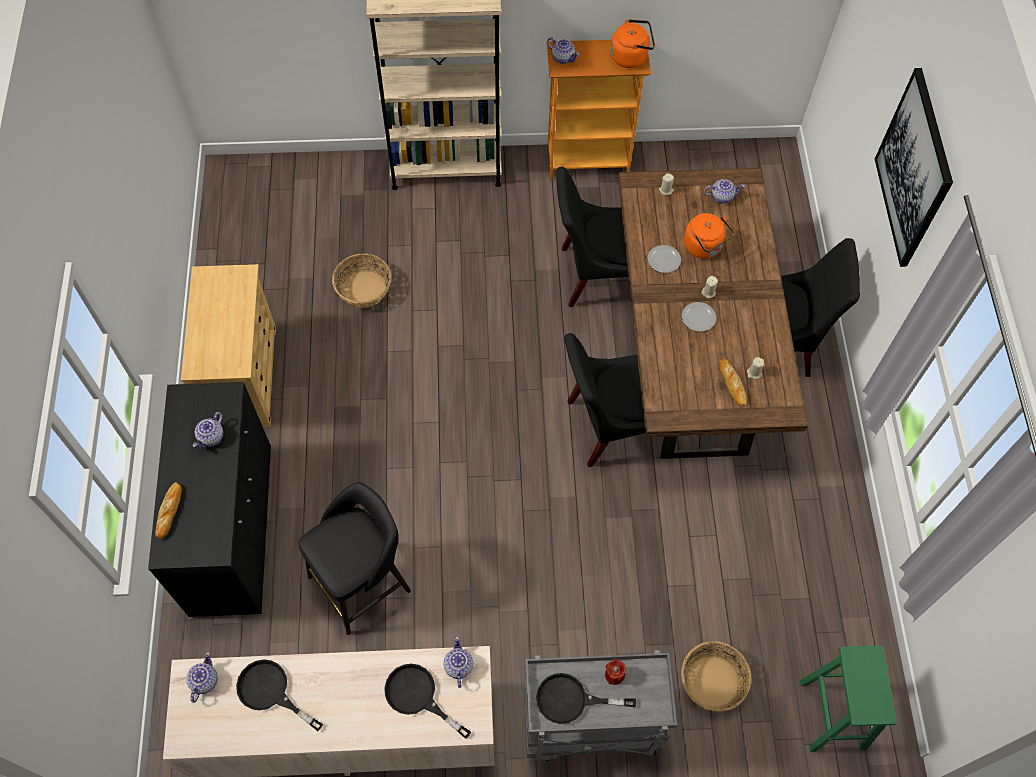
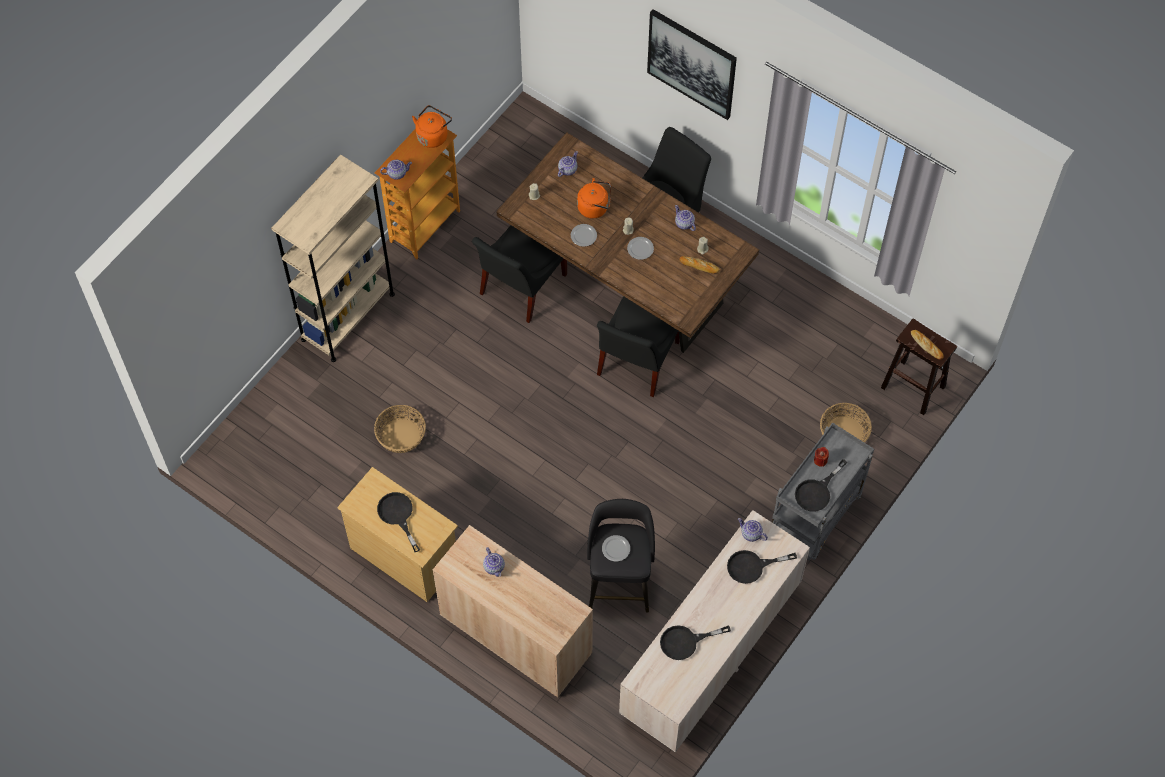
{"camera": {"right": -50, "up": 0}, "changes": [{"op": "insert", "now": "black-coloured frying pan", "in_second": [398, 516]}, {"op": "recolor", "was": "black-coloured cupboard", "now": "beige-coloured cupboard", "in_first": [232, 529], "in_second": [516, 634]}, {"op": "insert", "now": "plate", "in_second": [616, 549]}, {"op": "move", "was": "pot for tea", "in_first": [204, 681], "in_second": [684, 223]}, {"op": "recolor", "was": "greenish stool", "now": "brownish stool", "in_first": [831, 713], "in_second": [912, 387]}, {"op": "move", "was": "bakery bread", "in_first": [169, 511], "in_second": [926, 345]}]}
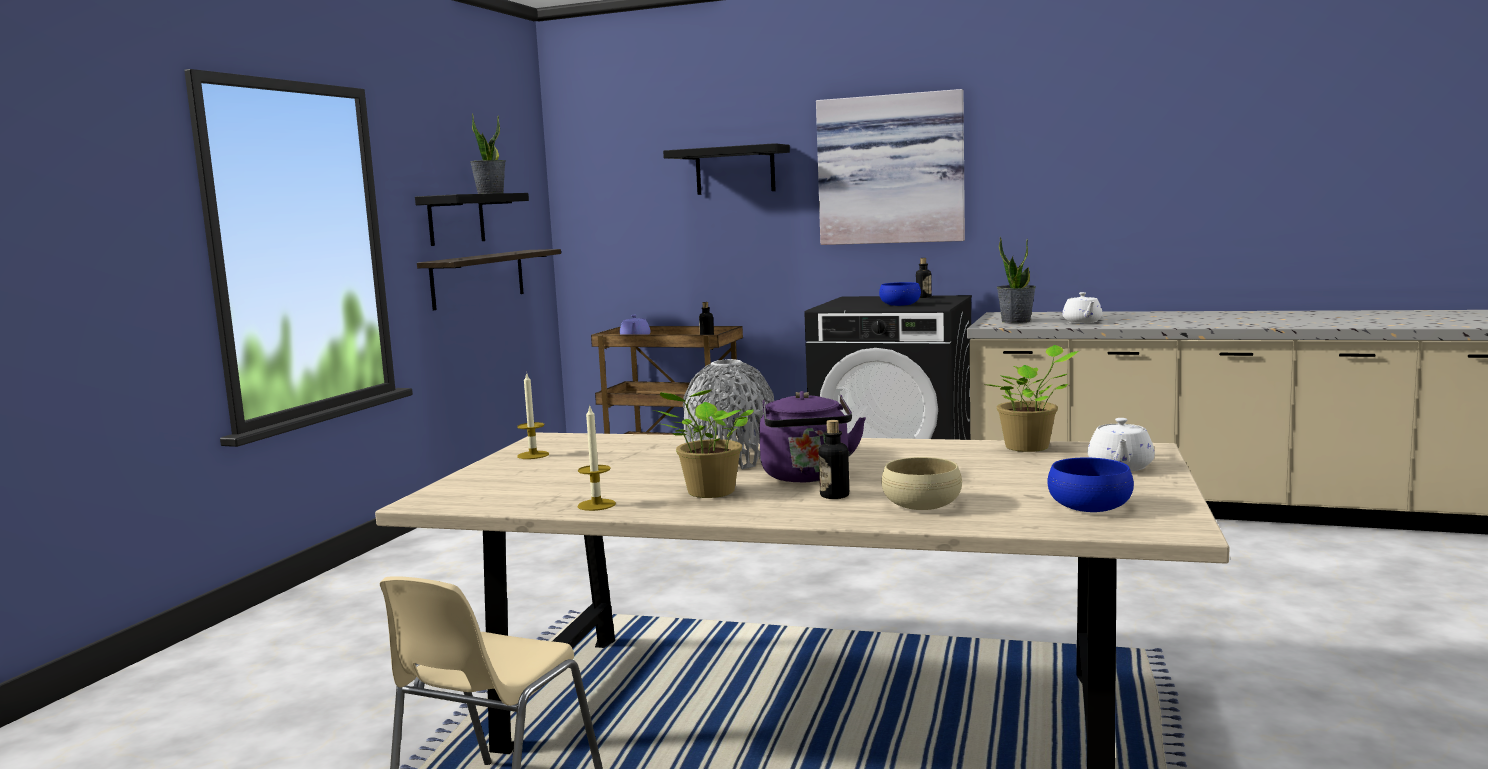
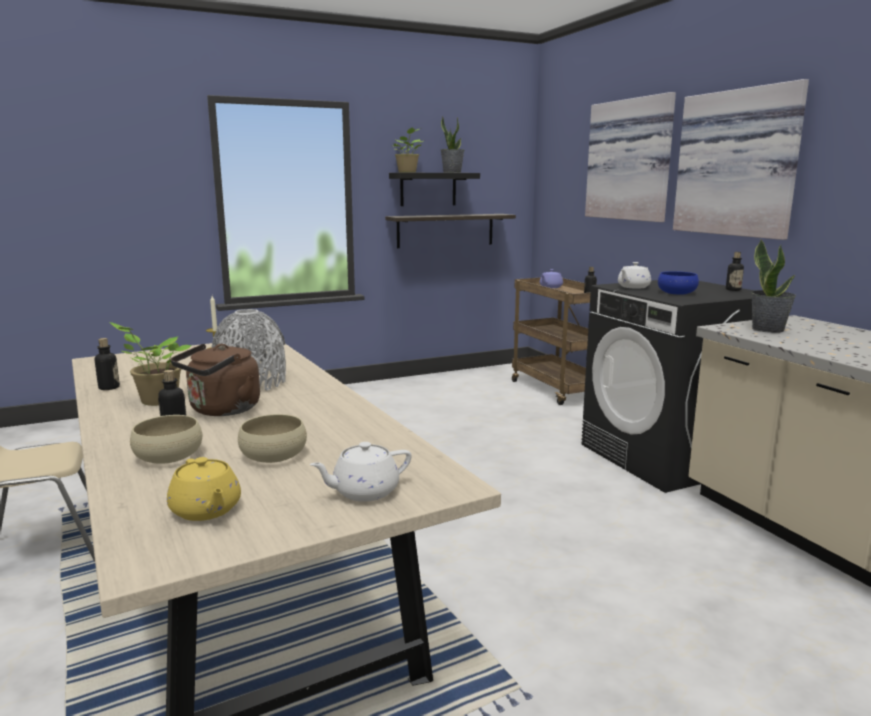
{"camera": {"right": 45, "up": 5}, "changes": [{"op": "replace", "was": "wax light", "now": "bottle", "in_first": [596, 505], "in_second": [109, 387]}, {"op": "replace", "was": "bluish serving bowl", "now": "yellow-coloured pot for tea", "in_first": [1089, 506], "in_second": [206, 510]}, {"op": "recolor", "was": "purple tea kettle", "now": "brownish tea kettle", "in_first": [807, 477], "in_second": [221, 410]}, {"op": "insert", "now": "beige-coloured serving bowl", "in_second": [274, 455]}, {"op": "move", "was": "potted plant", "in_first": [1030, 447], "in_second": [407, 172]}, {"op": "replace", "was": "black-coloured bracket shelf", "now": "picture", "in_first": [735, 170], "in_second": [631, 160]}, {"op": "move", "was": "white-coloured pot for tea", "in_first": [1082, 322], "in_second": [633, 287]}]}
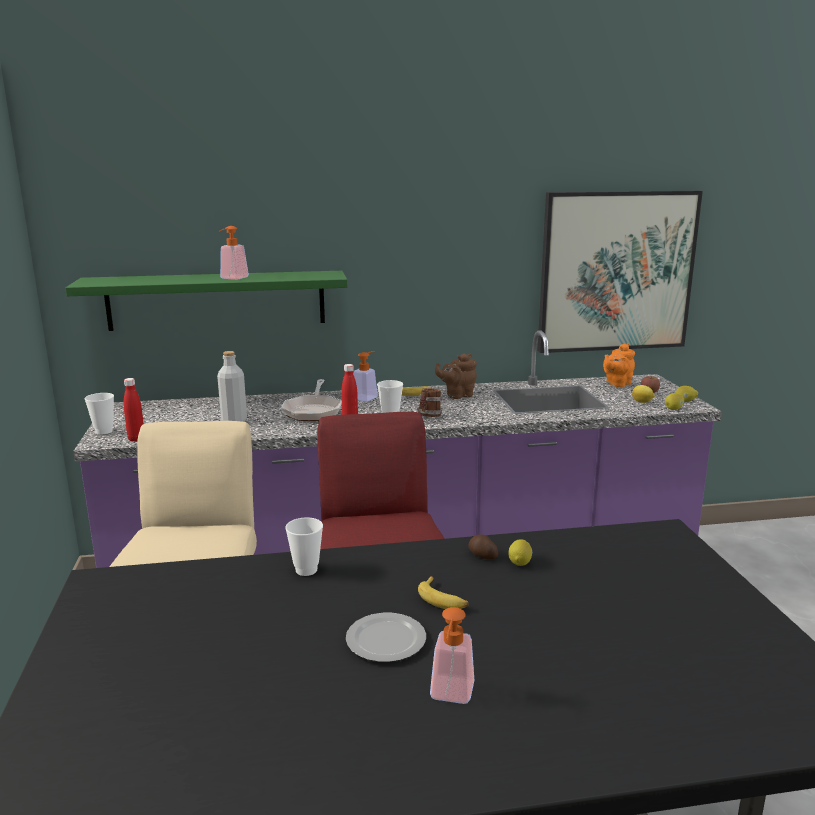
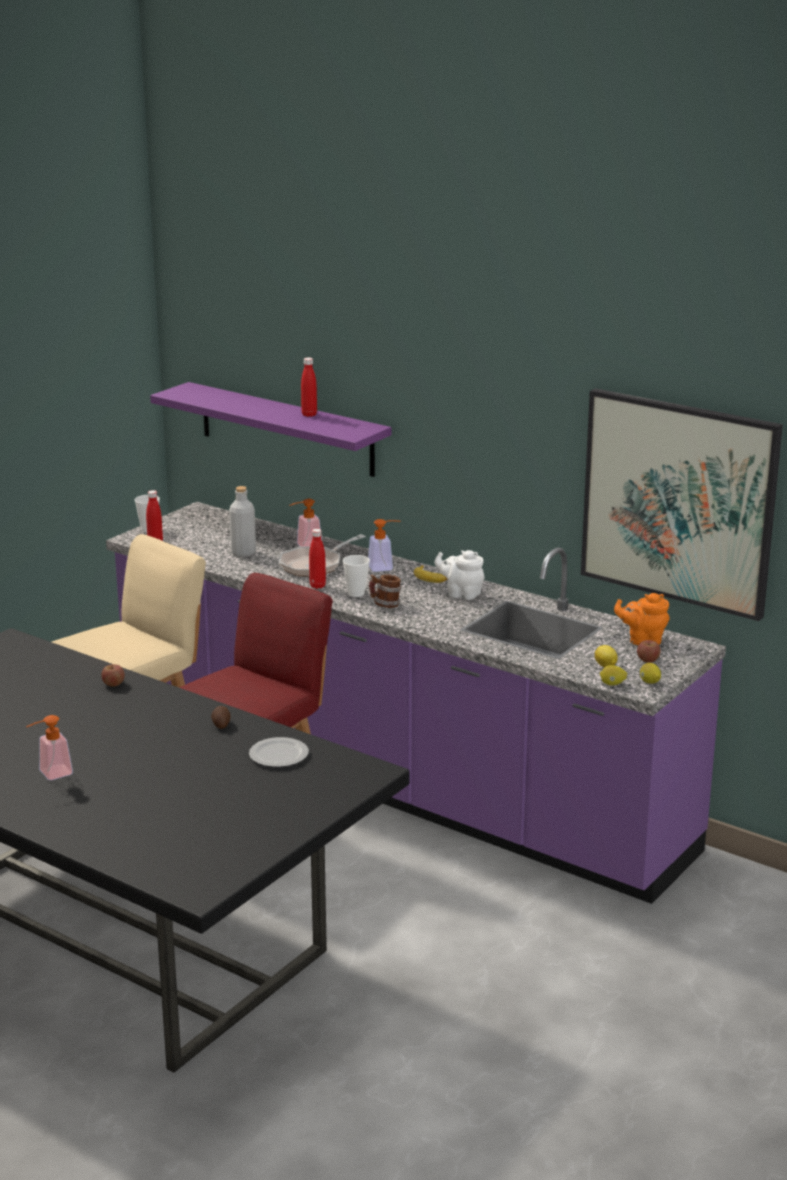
{"camera": {"right": 45, "up": 5}, "changes": [{"op": "replace", "was": "cup", "now": "apple fruit", "in_first": [306, 570], "in_second": [113, 684]}, {"op": "recolor", "was": "greenish bracket shelf", "now": "purple bracket shelf", "in_first": [217, 300], "in_second": [286, 429]}, {"op": "move", "was": "plate", "in_first": [386, 641], "in_second": [278, 755]}, {"op": "move", "was": "soap dispenser", "in_first": [231, 278], "in_second": [305, 547]}, {"op": "insert", "now": "reddish bottle", "in_second": [309, 415]}, {"op": "recolor", "was": "brownish pot for tea", "now": "white-coloured pot for tea", "in_first": [457, 395], "in_second": [461, 594]}, {"op": "delete", "was": "banana", "in_first": [443, 600]}, {"op": "delete", "was": "citrus fruit", "in_first": [520, 562]}]}
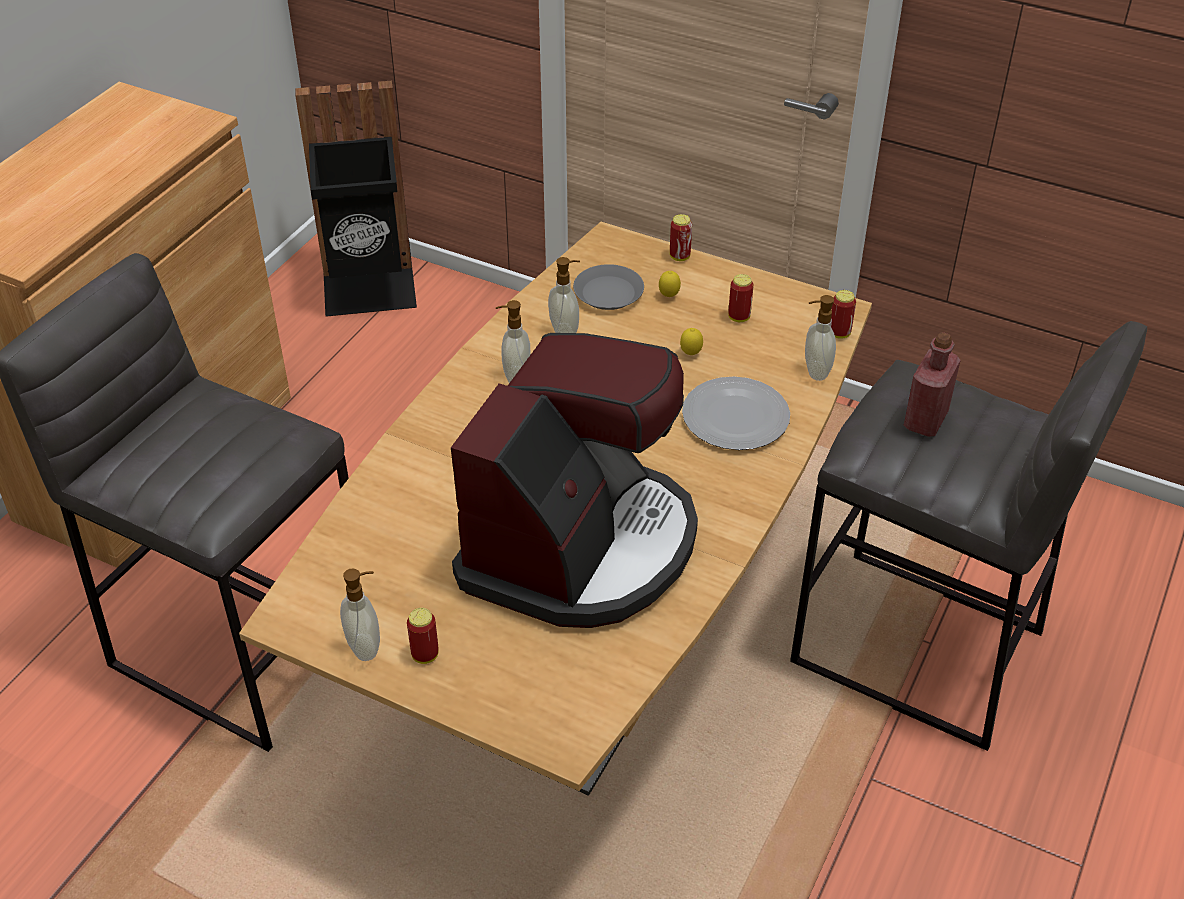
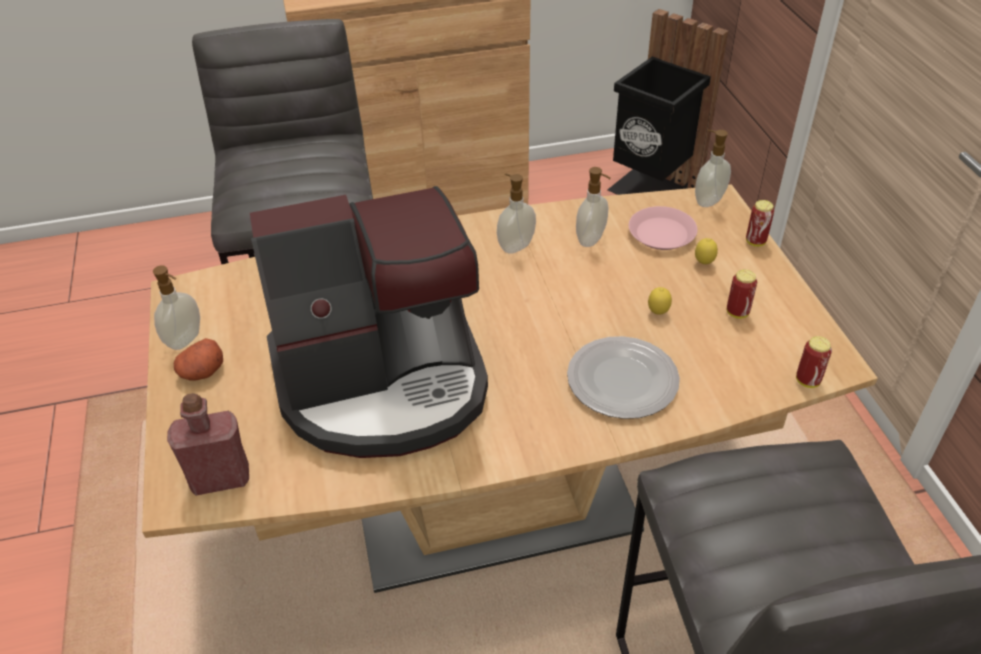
{"camera": {"right": 50, "up": 0}, "changes": [{"op": "move", "was": "reddish bottle", "in_first": [925, 420], "in_second": [220, 479]}, {"op": "replace", "was": "metal can", "now": "whole potato", "in_first": [425, 655], "in_second": [202, 372]}, {"op": "recolor", "was": "greyish plate", "now": "pink-coloured plate", "in_first": [608, 293], "in_second": [661, 233]}, {"op": "move", "was": "soap dispenser", "in_first": [815, 371], "in_second": [708, 200]}]}
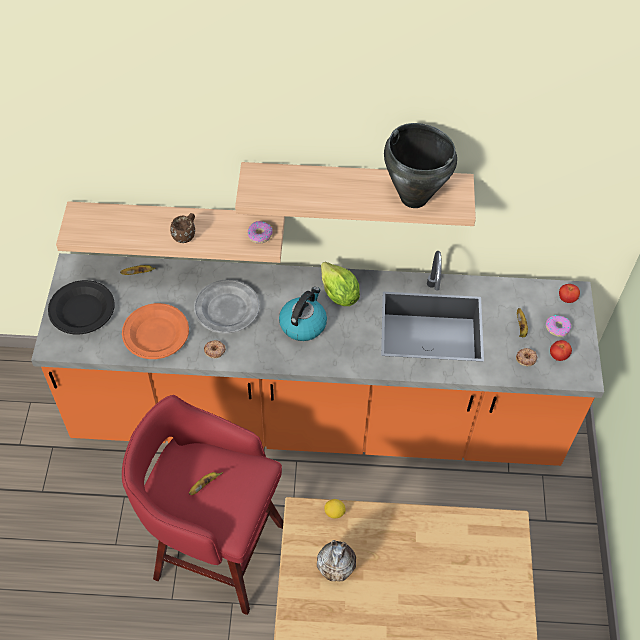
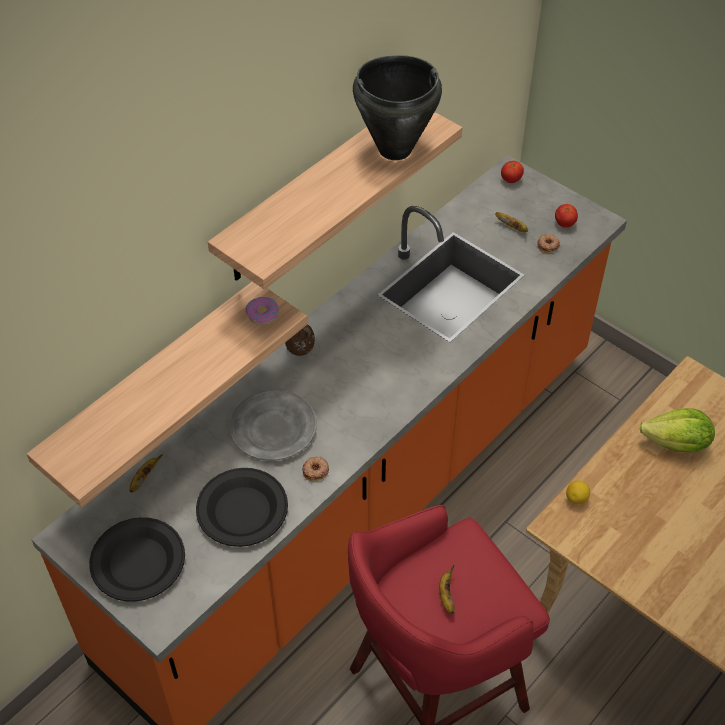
{"camera": {"right": -50, "up": -5}, "changes": [{"op": "recolor", "was": "orange plate", "now": "black-coloured plate", "in_first": [155, 334], "in_second": [242, 510]}, {"op": "move", "was": "brownish tea mug", "in_first": [186, 235], "in_second": [298, 346]}, {"op": "move", "was": "head of lettuce", "in_first": [339, 295], "in_second": [677, 444]}, {"op": "delete", "was": "tea kettle", "in_first": [303, 324]}, {"op": "delete", "was": "decorative vase", "in_first": [336, 571]}, {"op": "delete", "was": "ring doughnut", "in_first": [557, 328]}]}
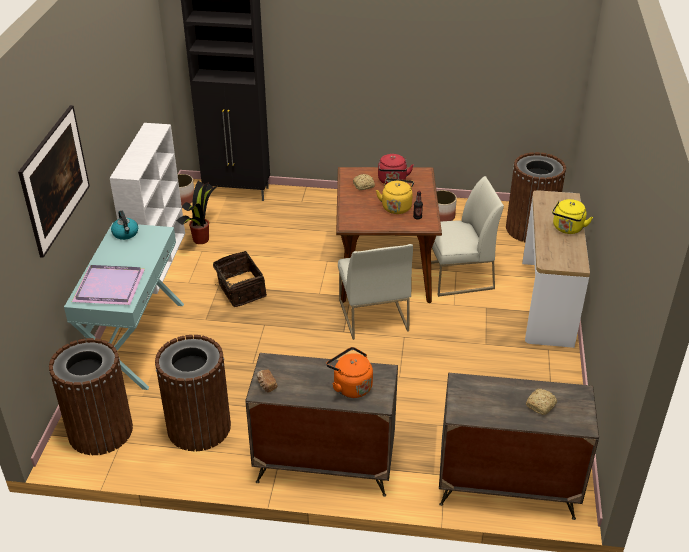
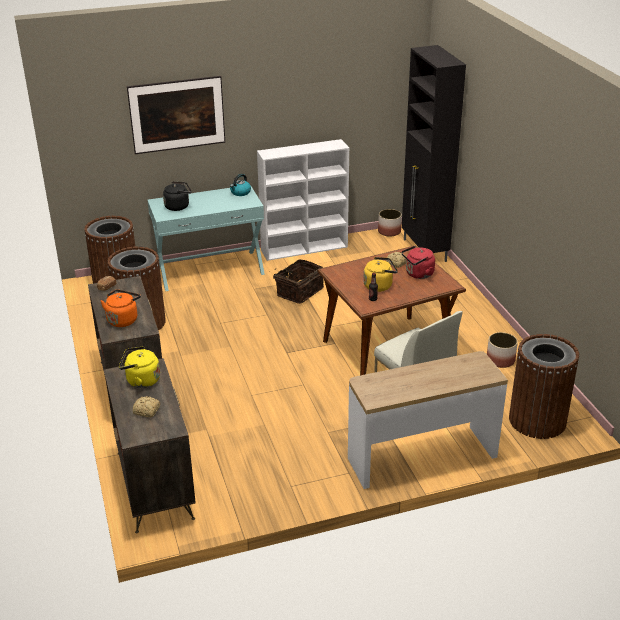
{"camera": {"right": 65, "up": -5}, "changes": [{"op": "move", "was": "yellow-coloured tea kettle", "in_first": [567, 229], "in_second": [141, 380]}, {"op": "replace", "was": "purple serving tray", "now": "black-coloured tea kettle", "in_first": [111, 286], "in_second": [178, 206]}, {"op": "delete", "was": "potted plant", "in_first": [201, 239]}, {"op": "delete", "was": "white-coloured plain chair", "in_first": [372, 315]}]}
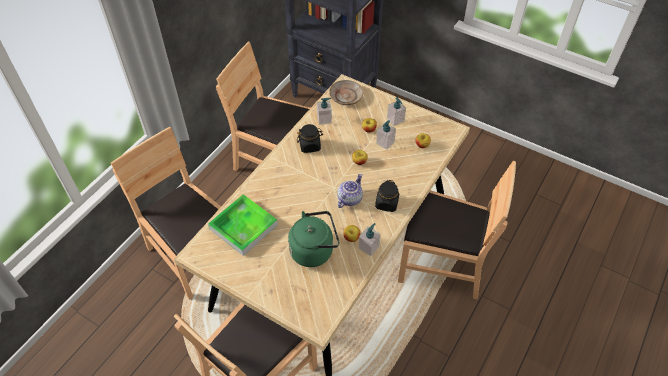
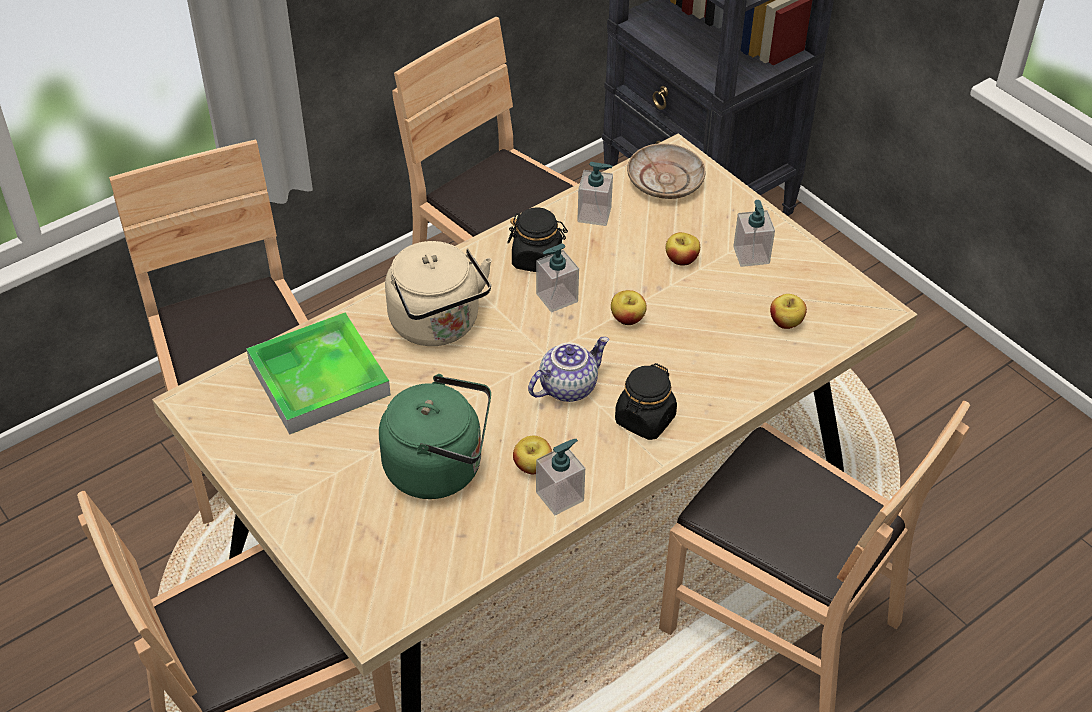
{"camera": {"right": 20, "up": -5}, "changes": [{"op": "insert", "now": "beige-coloured tea kettle", "in_second": [438, 325]}, {"op": "move", "was": "soap dispenser", "in_first": [385, 143], "in_second": [556, 298]}]}
